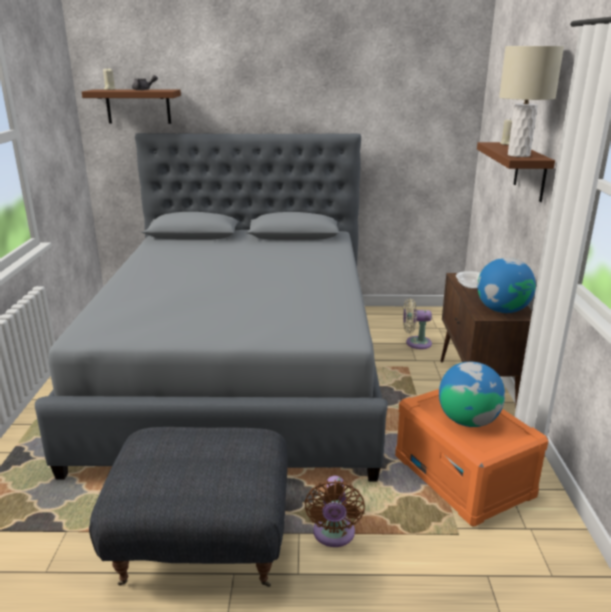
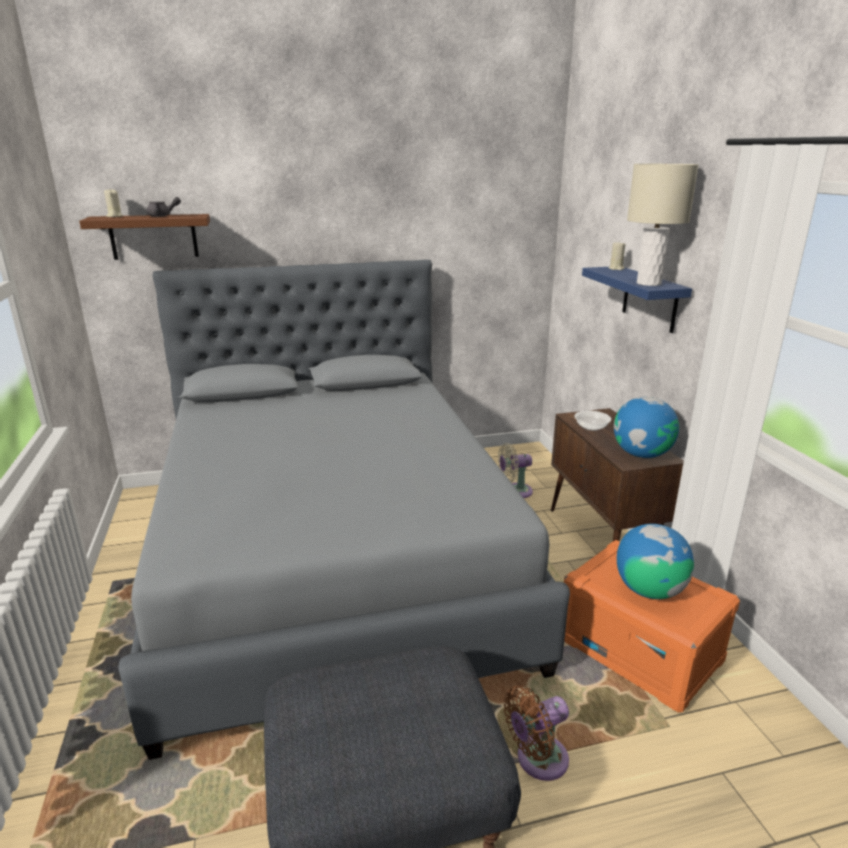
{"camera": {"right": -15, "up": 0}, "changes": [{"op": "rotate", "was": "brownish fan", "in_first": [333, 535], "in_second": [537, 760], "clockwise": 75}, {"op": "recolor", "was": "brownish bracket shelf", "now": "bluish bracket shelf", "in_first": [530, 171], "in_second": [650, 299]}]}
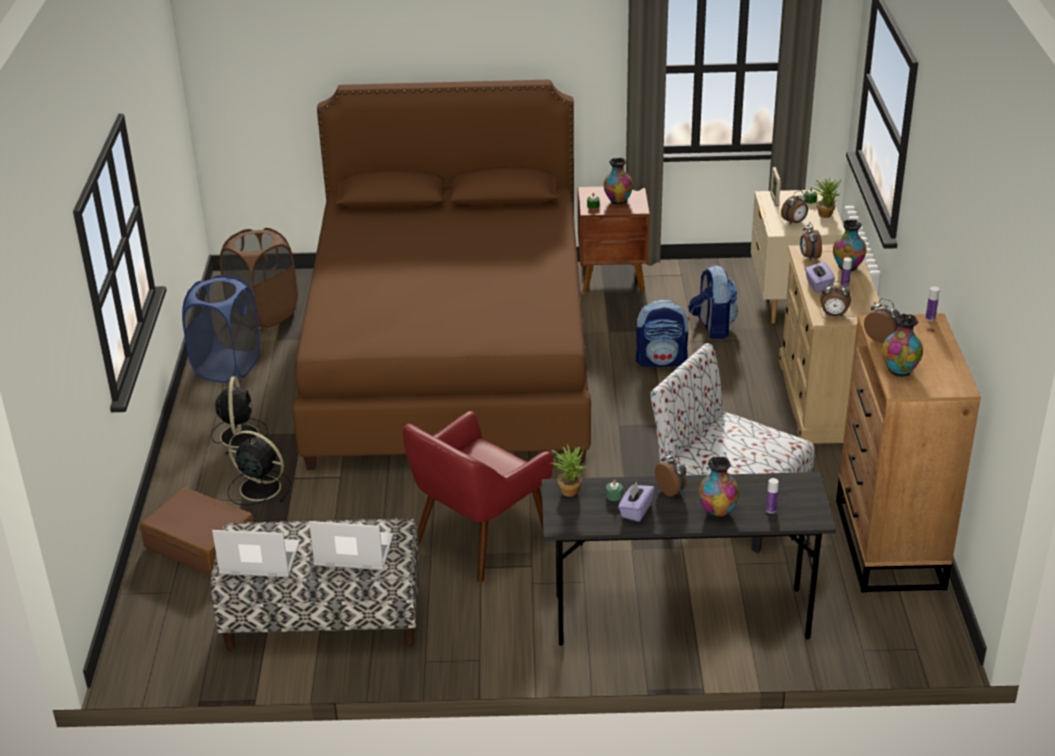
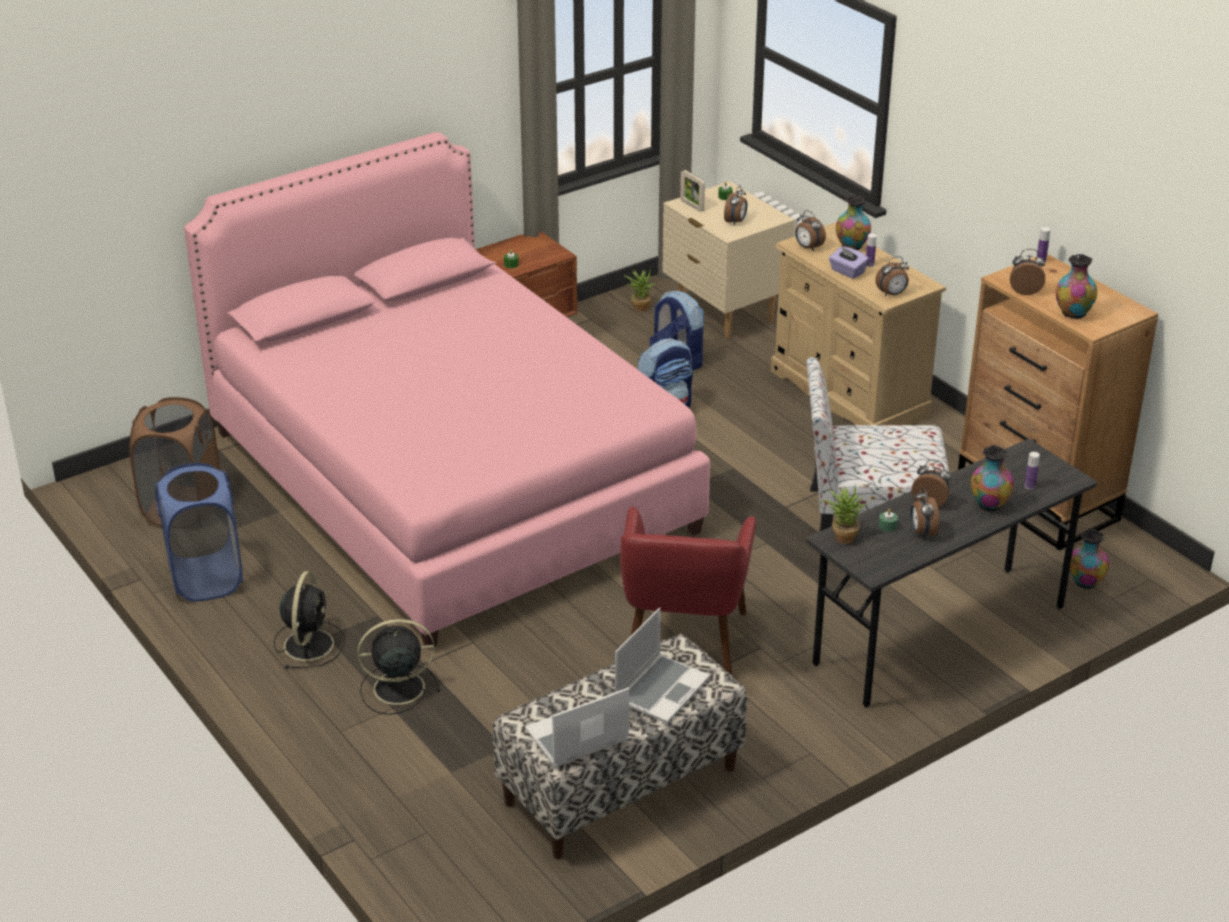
{"camera": {"right": -35, "up": 0}, "changes": [{"op": "recolor", "was": "brownish bedroom bed", "now": "pink-coloured bedroom bed", "in_first": [450, 359], "in_second": [450, 481]}, {"op": "rotate", "was": "black-coloured fan", "in_first": [240, 435], "in_second": [309, 643], "clockwise": 45}, {"op": "rotate", "was": "notebook computer", "in_first": [353, 552], "in_second": [661, 689], "clockwise": 150}, {"op": "move", "was": "potted plant", "in_first": [825, 213], "in_second": [639, 306]}, {"op": "replace", "was": "purple tissue holder", "now": "alarm clock", "in_first": [635, 511], "in_second": [922, 532]}, {"op": "move", "was": "decorative vase", "in_first": [617, 201], "in_second": [1085, 583]}, {"op": "delete", "was": "brownish piece of luggage", "in_first": [200, 543]}]}
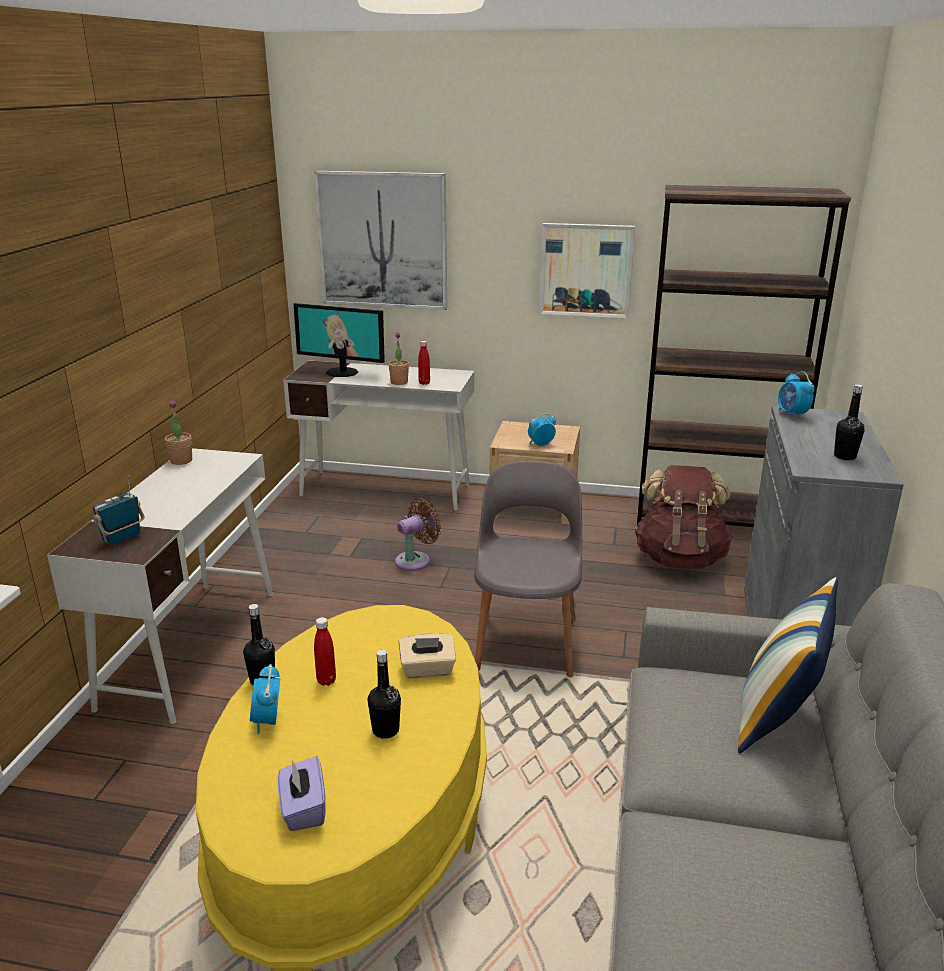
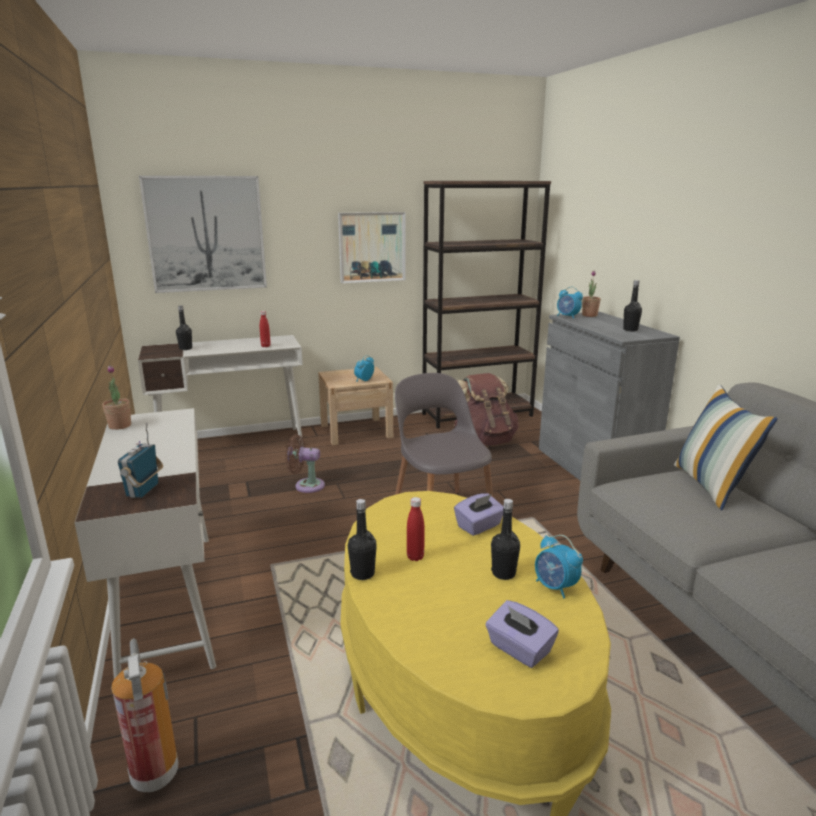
{"camera": {"right": -30, "up": -5}, "changes": [{"op": "insert", "now": "fire-fighting cylinder", "in_second": [155, 772]}, {"op": "replace", "was": "computer display", "now": "black-coloured bottle", "in_first": [342, 372], "in_second": [185, 348]}, {"op": "rotate", "was": "brownish fan", "in_first": [416, 560], "in_second": [306, 485], "clockwise": -105}, {"op": "recolor", "was": "beige-coloured tissue holder", "now": "purple tissue holder", "in_first": [427, 670], "in_second": [479, 526]}, {"op": "move", "was": "alarm clock", "in_first": [267, 721], "in_second": [555, 587]}, {"op": "move", "was": "potted plant", "in_first": [399, 382], "in_second": [589, 315]}]}
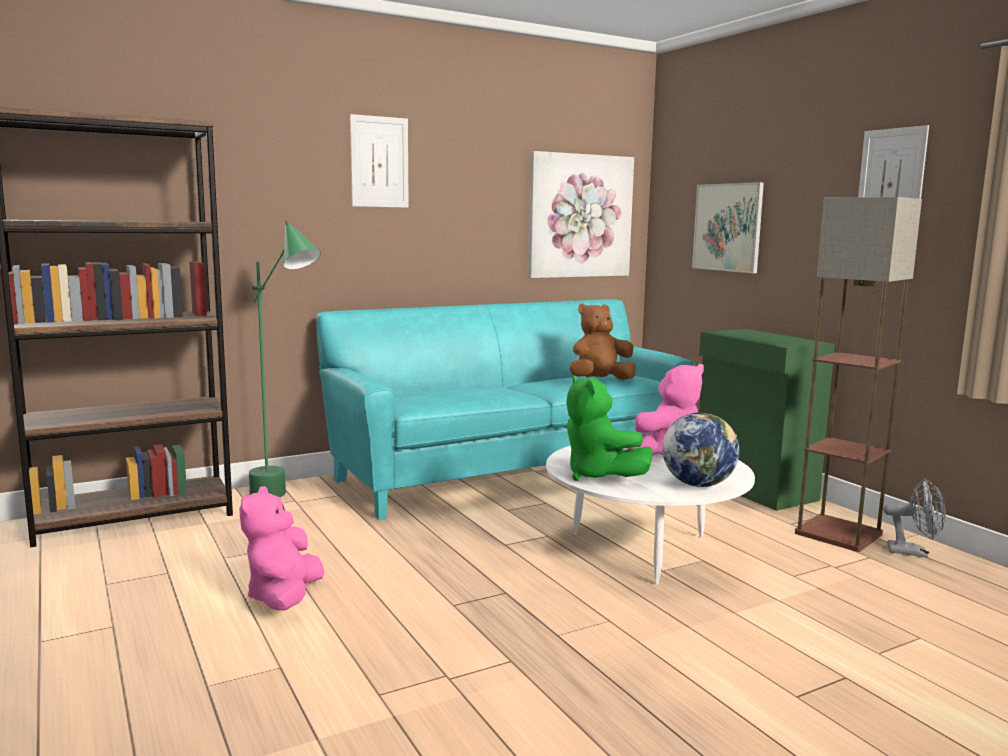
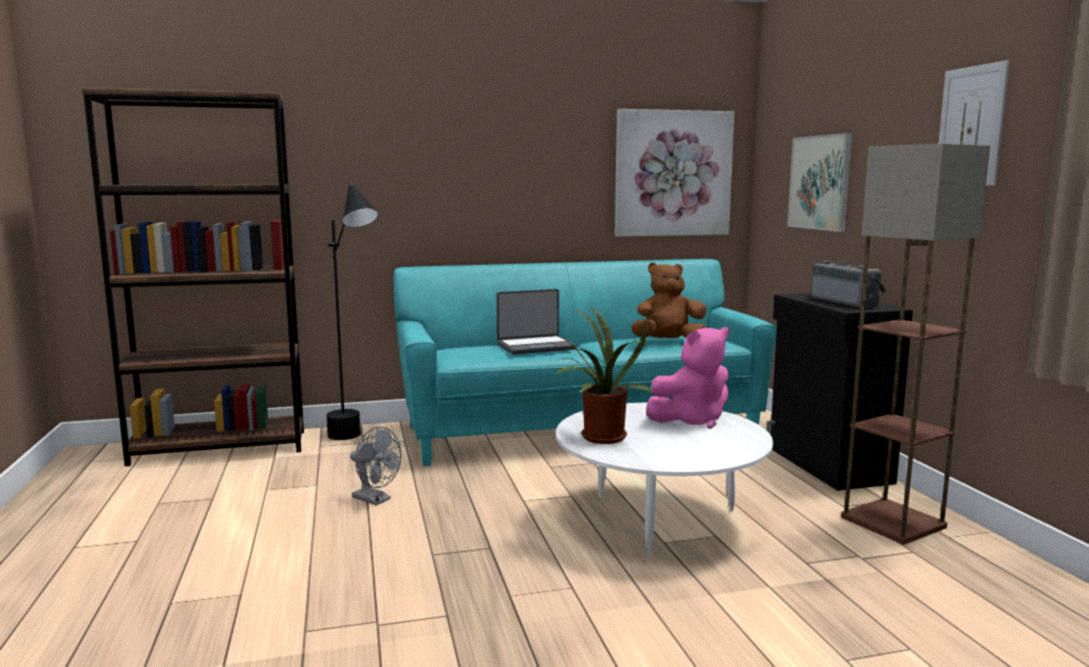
{"camera": {"right": 15, "up": 0}, "changes": [{"op": "recolor", "was": "greenish standard lamp", "now": "black-coloured standard lamp", "in_first": [287, 500], "in_second": [356, 441]}, {"op": "move", "was": "greyish fan", "in_first": [914, 552], "in_second": [376, 500]}, {"op": "insert", "now": "notebook computer", "in_second": [535, 346]}, {"op": "replace", "was": "greenish soft toy", "now": "potted plant", "in_first": [599, 476], "in_second": [599, 438]}, {"op": "recolor", "was": "greenish cupboard", "now": "black-coloured cupboard", "in_first": [753, 489], "in_second": [827, 465]}, {"op": "insert", "now": "radio", "in_second": [846, 302]}, {"op": "delete", "was": "pink-coloured soft toy", "in_first": [284, 598]}, {"op": "delete", "was": "picture", "in_first": [379, 162]}, {"op": "delete", "was": "world globe", "in_first": [698, 484]}]}
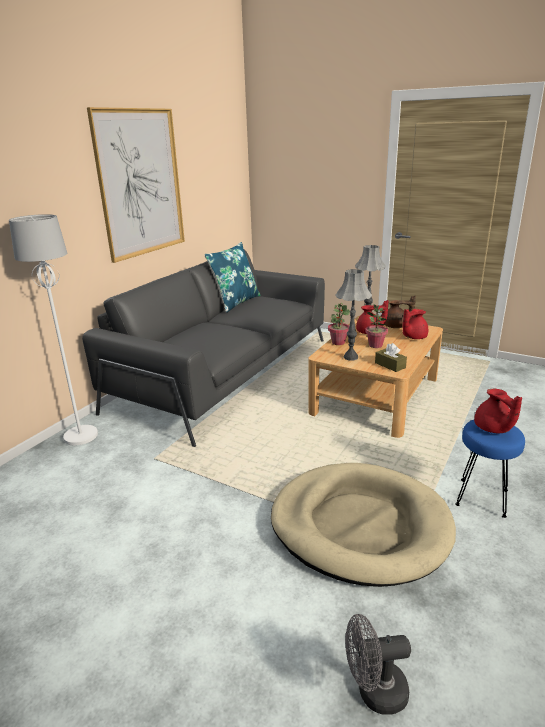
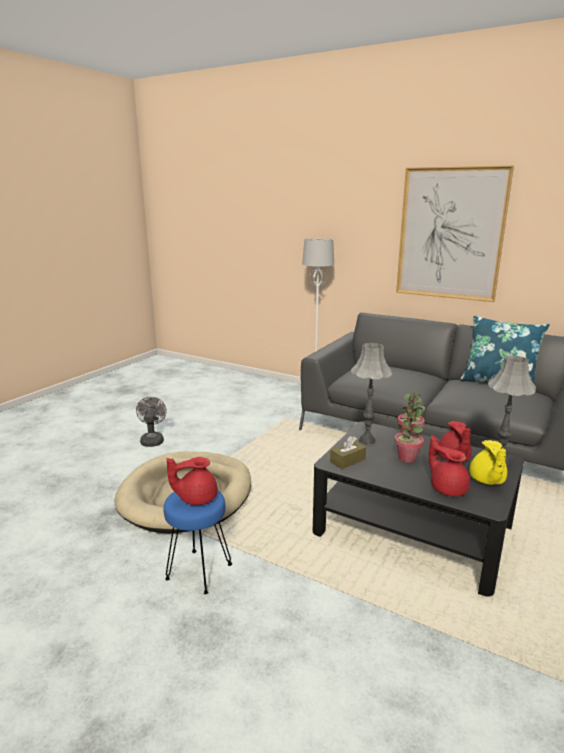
{"camera": {"right": 90, "up": -5}, "changes": [{"op": "move", "was": "greyish fan", "in_first": [374, 692], "in_second": [152, 440]}, {"op": "recolor", "was": "beige-coloured coffee table", "now": "black-coloured coffee table", "in_first": [375, 395], "in_second": [413, 529]}, {"op": "recolor", "was": "brownish pot for tea", "now": "yellow-coloured pot for tea", "in_first": [396, 326], "in_second": [487, 480]}]}
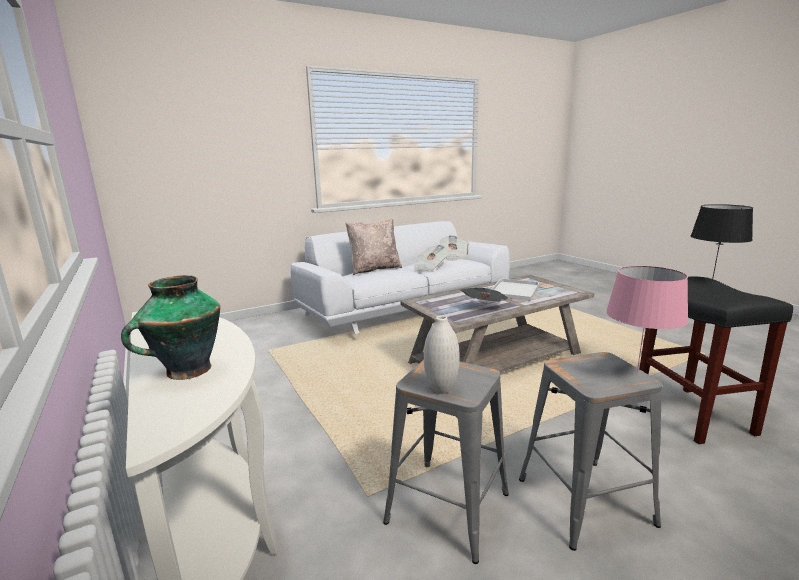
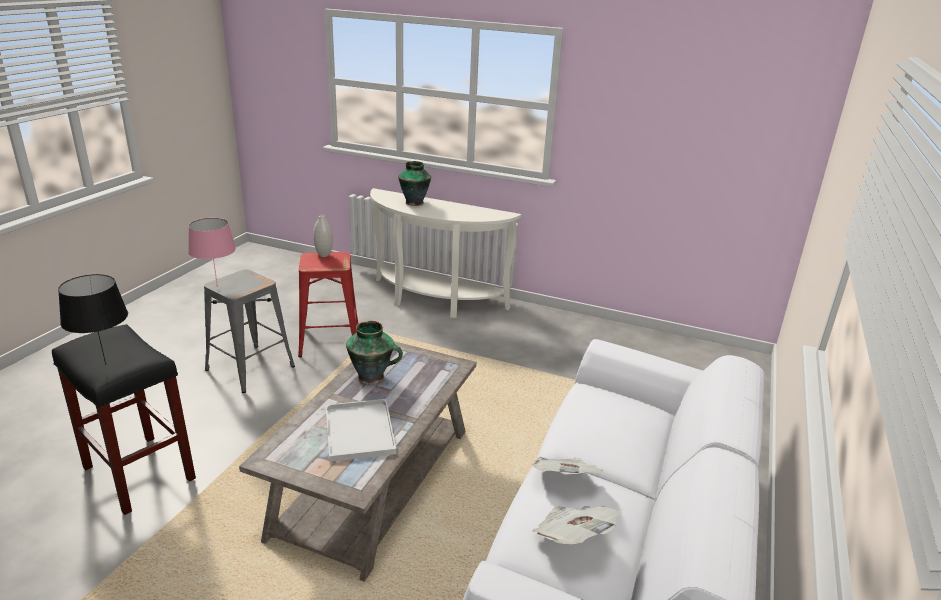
{"camera": {"right": 140, "up": 10}, "changes": [{"op": "recolor", "was": "greyish stool", "now": "reddish stool", "in_first": [447, 508], "in_second": [329, 340]}, {"op": "replace", "was": "printed paper", "now": "decorative vase", "in_first": [484, 307], "in_second": [372, 377]}, {"op": "delete", "was": "beige-coloured throw pillow", "in_first": [374, 269]}]}
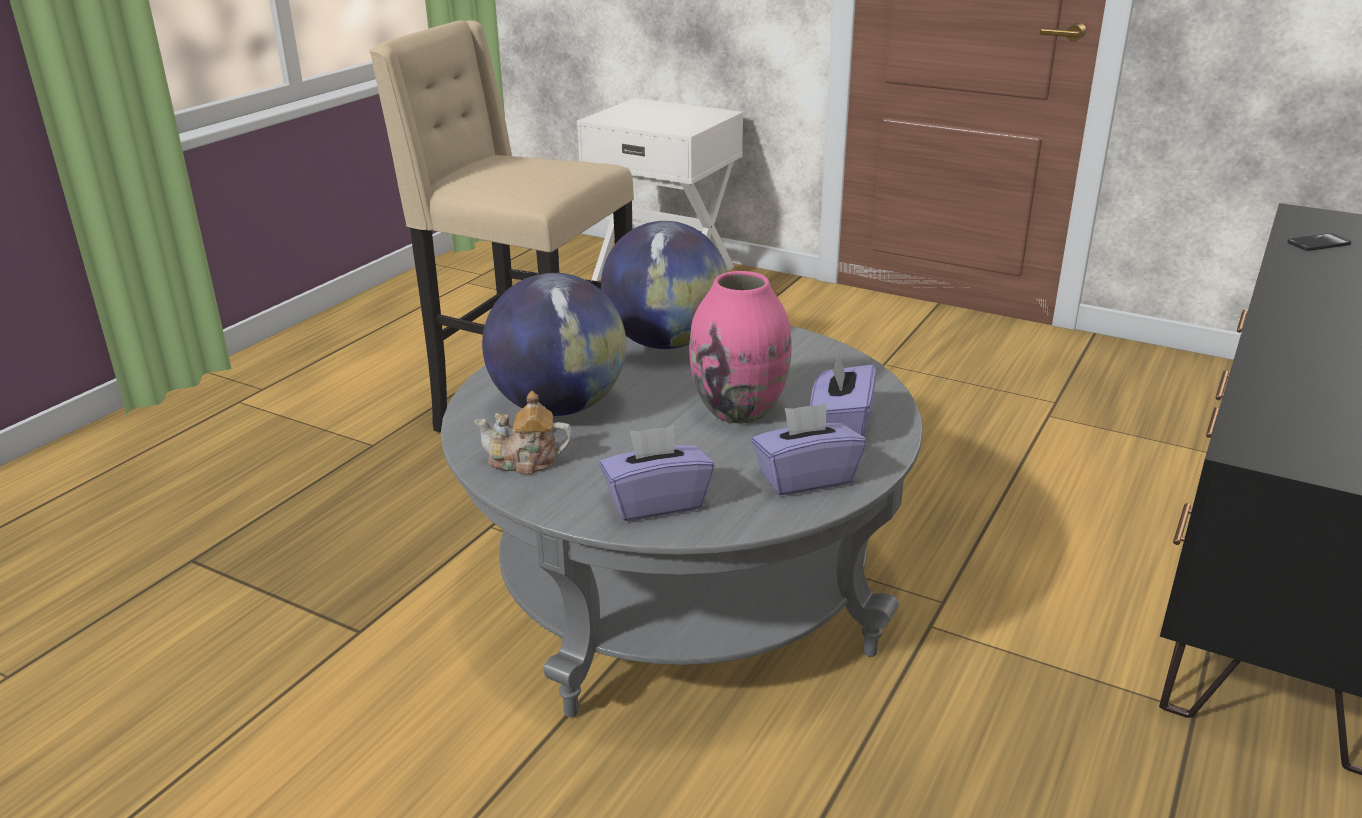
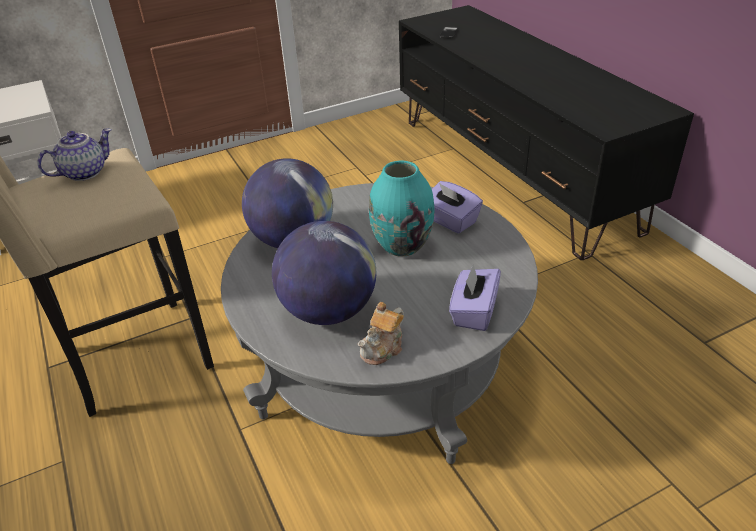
{"camera": {"right": -55, "up": 10}, "changes": [{"op": "insert", "now": "pot for tea", "in_second": [84, 172]}, {"op": "recolor", "was": "pink-coloured decorative vase", "now": "blue-green decorative vase", "in_first": [740, 410], "in_second": [402, 245]}, {"op": "delete", "was": "purple tissue holder", "in_first": [805, 478]}]}
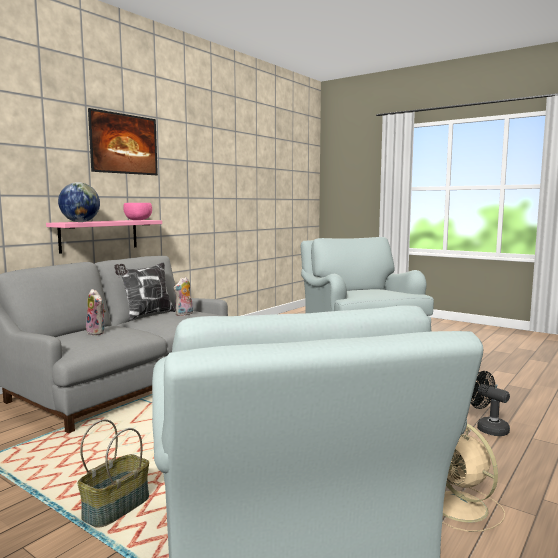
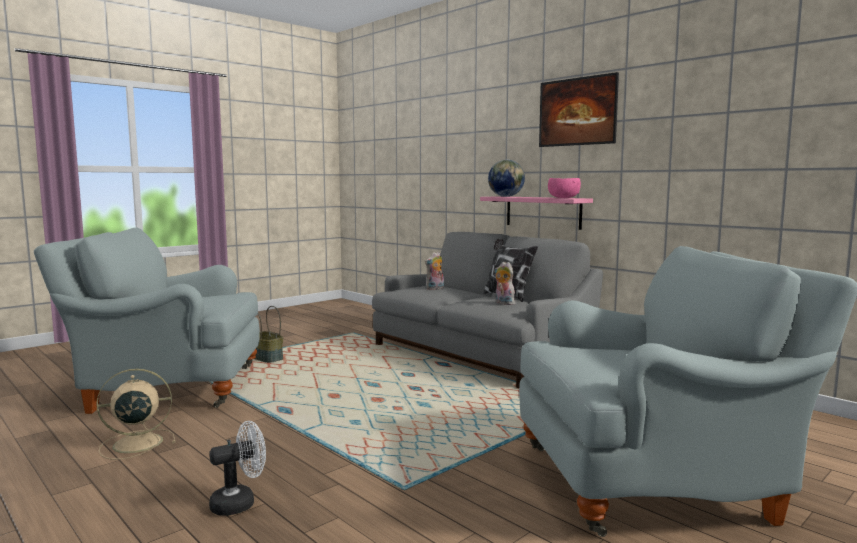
{"camera": {"right": 100, "up": 0}, "changes": [{"op": "recolor", "was": "black-coloured fan", "now": "white-coloured fan", "in_first": [487, 428], "in_second": [240, 503]}]}
